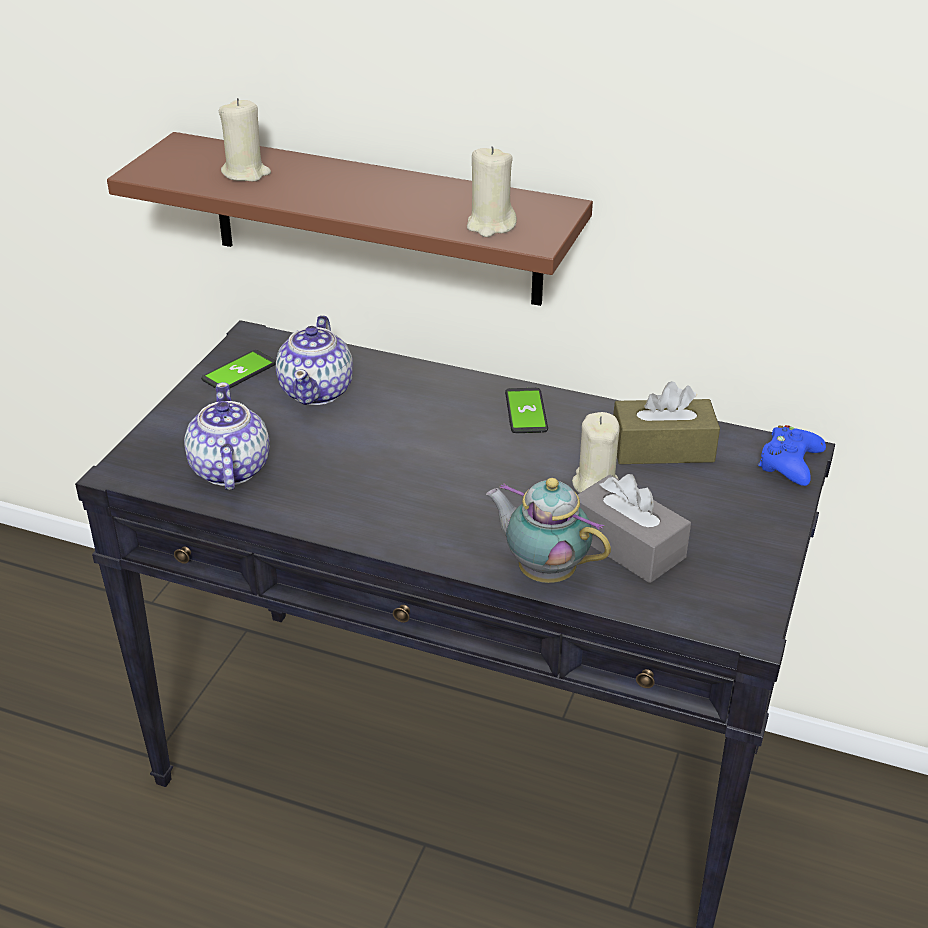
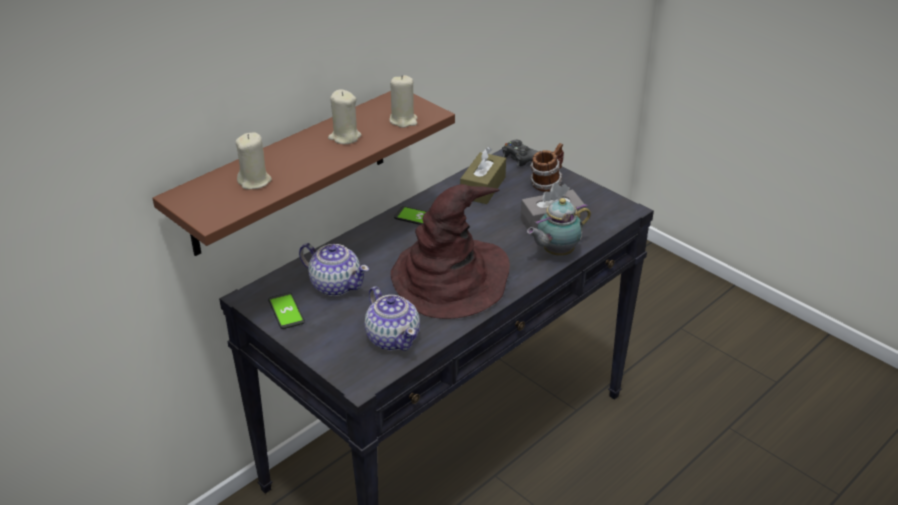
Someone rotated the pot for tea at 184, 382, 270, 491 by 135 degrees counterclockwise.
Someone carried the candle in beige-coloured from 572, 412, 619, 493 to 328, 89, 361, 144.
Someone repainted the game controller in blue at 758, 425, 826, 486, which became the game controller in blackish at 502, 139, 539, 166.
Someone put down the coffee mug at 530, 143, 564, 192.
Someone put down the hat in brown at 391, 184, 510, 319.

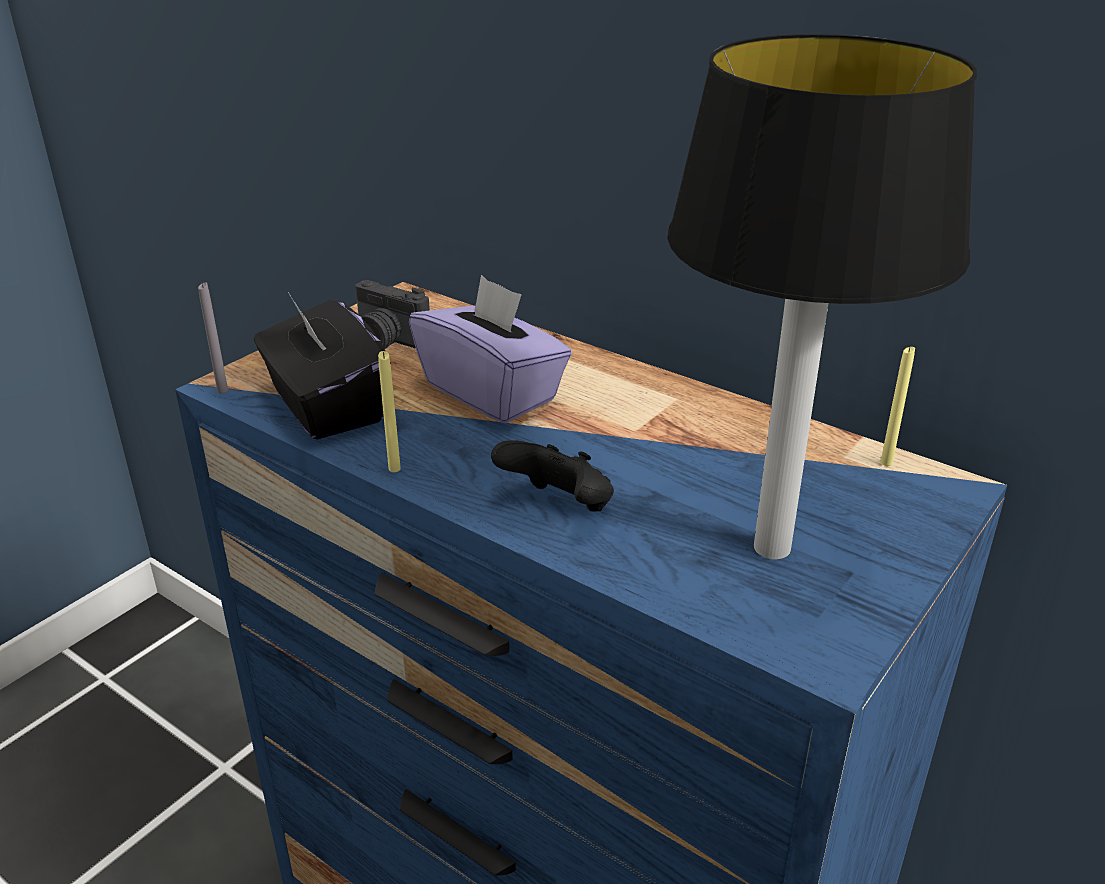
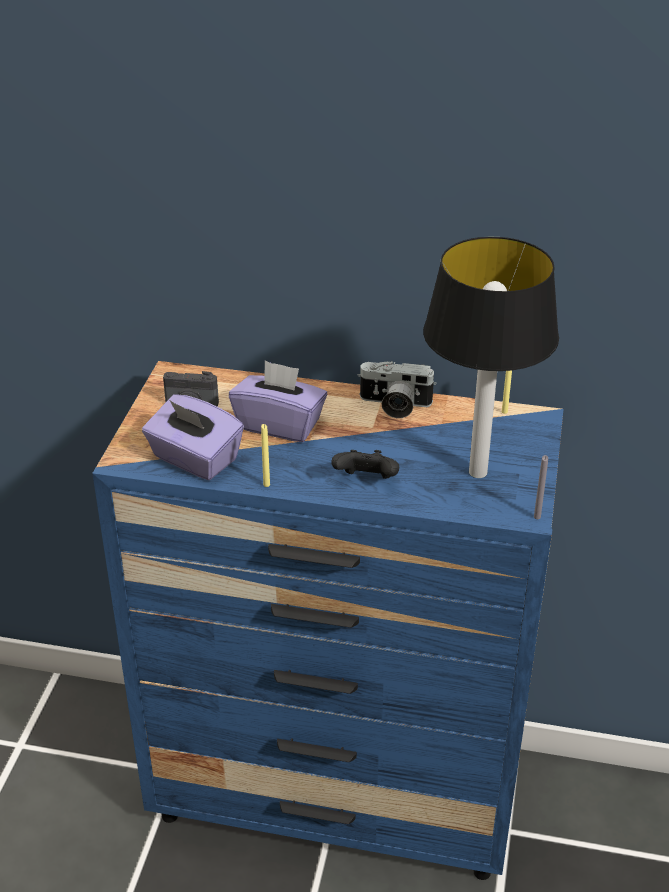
Someone carried the candle in gray from 198, 283, 228, 393 to 534, 455, 548, 519.
Someone repainted the tissue box in blackish at 254, 292, 391, 440, which became the tissue box in purplish at 142, 394, 244, 480.
Someone put down the photo camera at 358, 361, 436, 418.

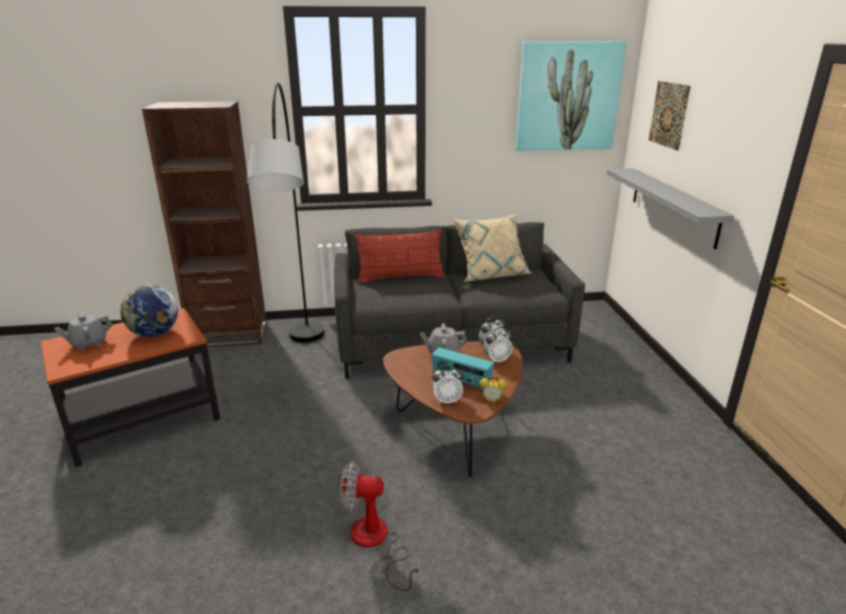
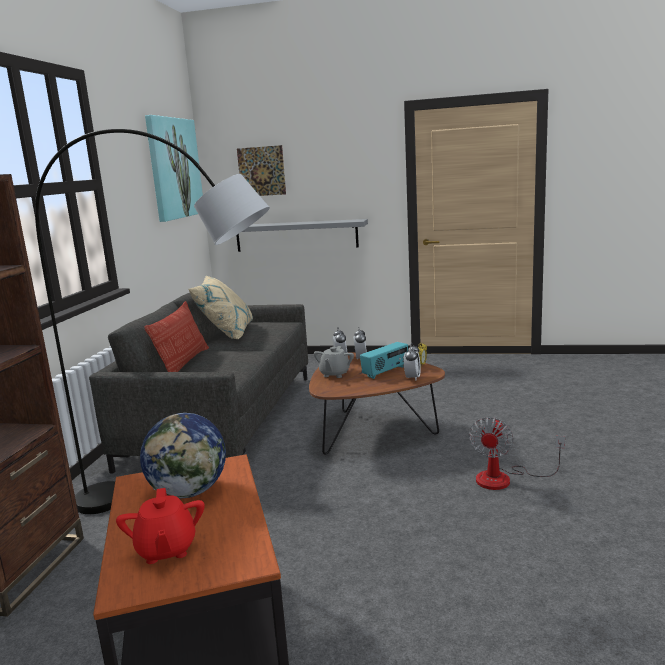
Someone repainted the pot for tea in gray at 54, 313, 113, 350, which became the pot for tea in red-coloured at 116, 488, 205, 564.

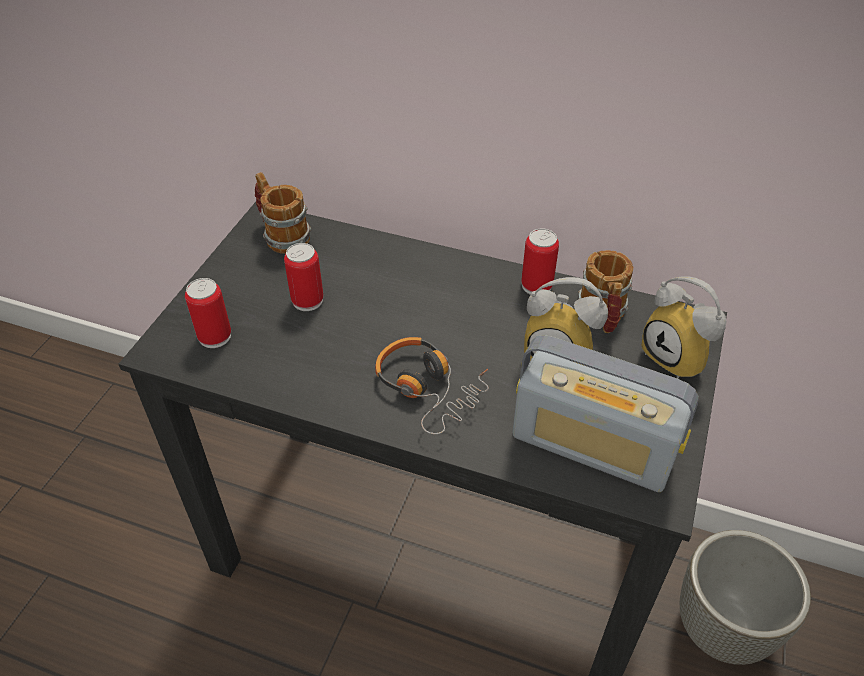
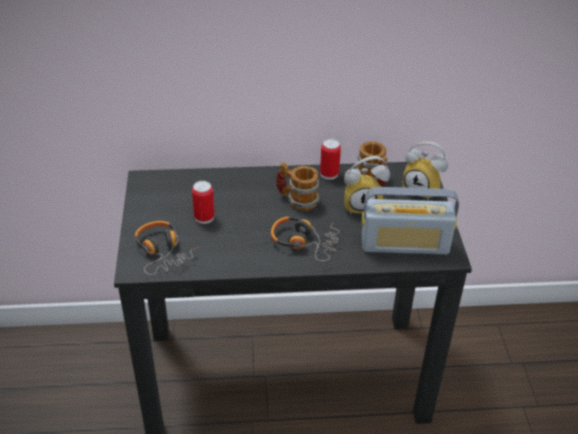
Someone carried the coffee mug from 255, 172, 311, 254 to 276, 162, 319, 211.
Someone swapped the sealed can at 185, 278, 231, 348 for the headset at 135, 221, 198, 275.
Someone took away the flower pot in gray at 680, 530, 811, 665.

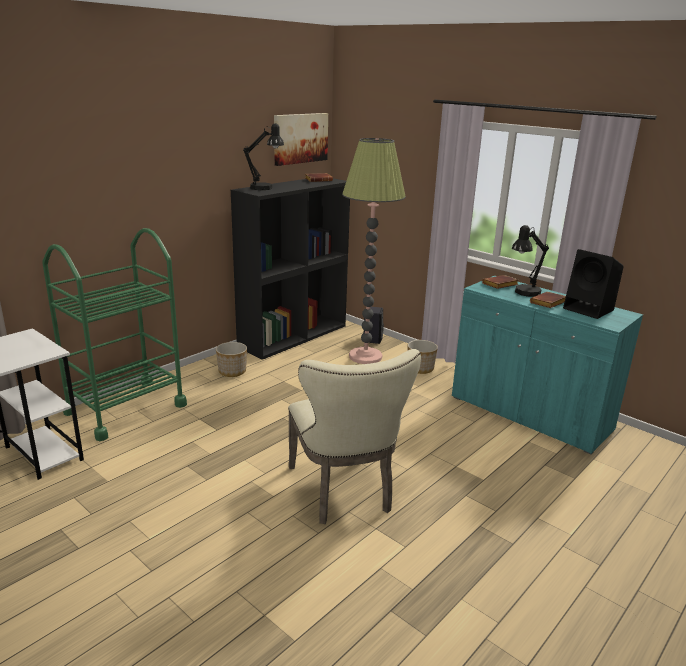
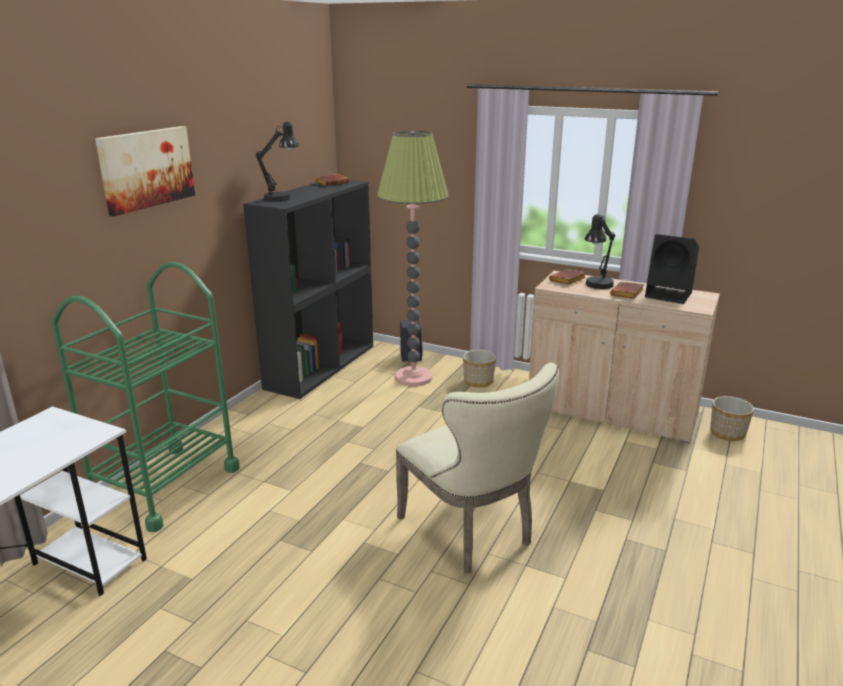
Someone carried the picture from 274, 113, 328, 166 to 95, 126, 195, 216.
Someone repainted the storage cabinet in turquoise-coloured at 452, 276, 643, 455, which became the storage cabinet in beige-coloured at 529, 271, 720, 444.
Someone carried the flower pot from 216, 342, 247, 377 to 710, 396, 754, 441.

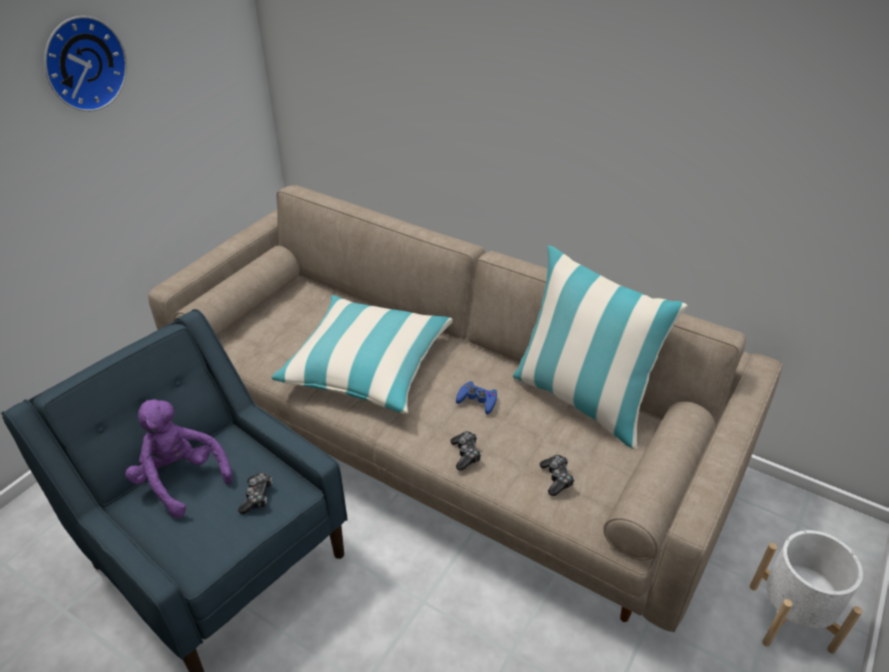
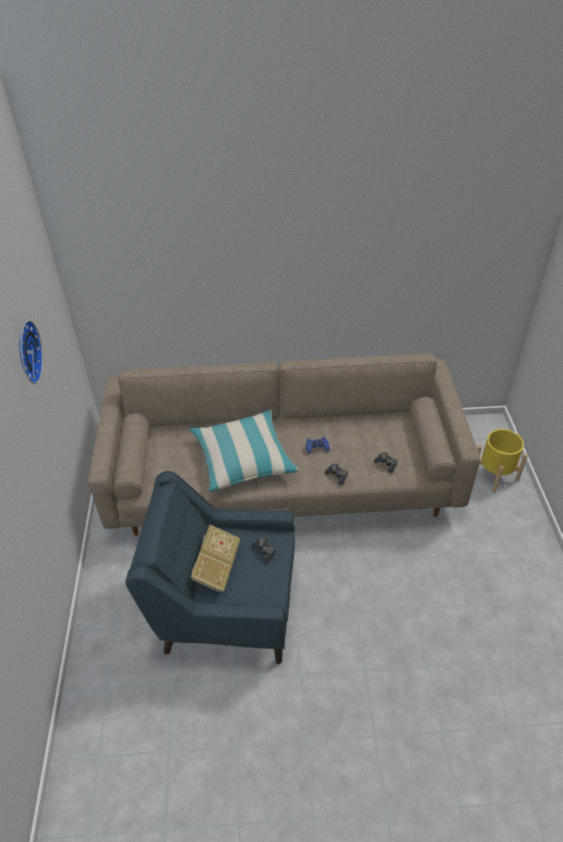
Someone took away the throw pillow at 513, 246, 688, 449.
Someone swapped the cuddly toy in purplish at 125, 399, 233, 518 for the volume at 191, 525, 241, 592.
Someone repainted the flower pot in whitish at 750, 530, 863, 654, which became the flower pot in yellow at 477, 429, 528, 493.

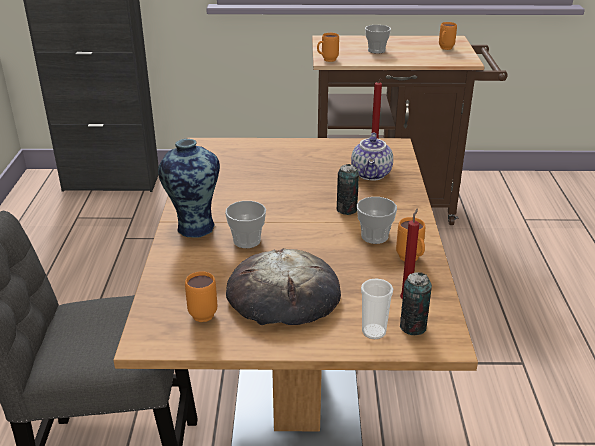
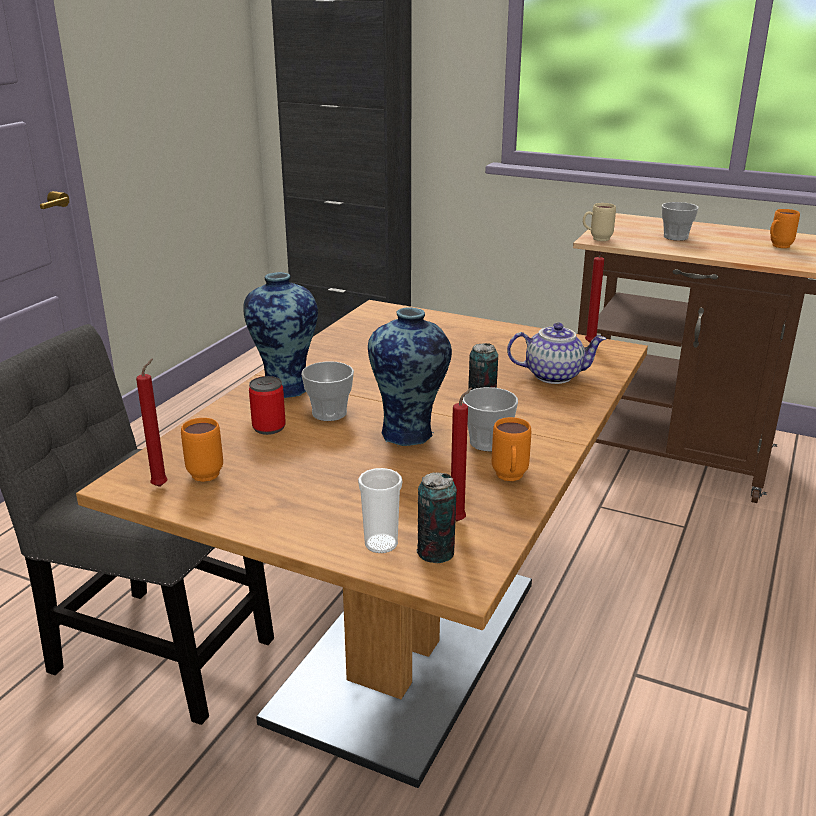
Someone repainted the coffee mug in orange-coloured at 317, 33, 339, 62, which became the coffee mug in beige-coloured at 583, 203, 616, 241.
Someone rotated the pot for tea at 351, 133, 393, 180 by 120 degrees counterclockwise.
Someone took away the baked bread at 226, 248, 341, 325.
Someone put down the decorative vase at 368, 307, 452, 446.
Someone put down the candle in red-coloured at 136, 359, 167, 487.
Someone put down the sealed can at 249, 376, 286, 435.

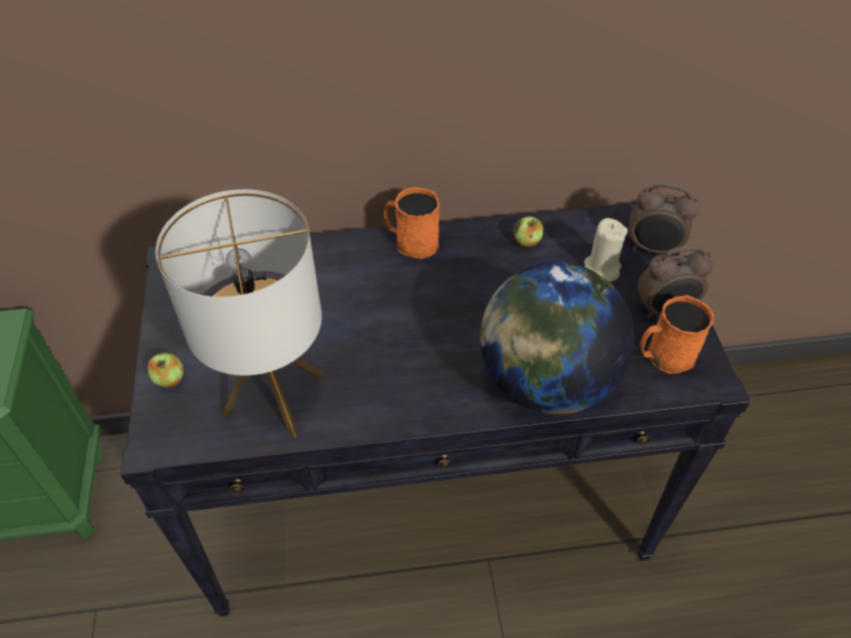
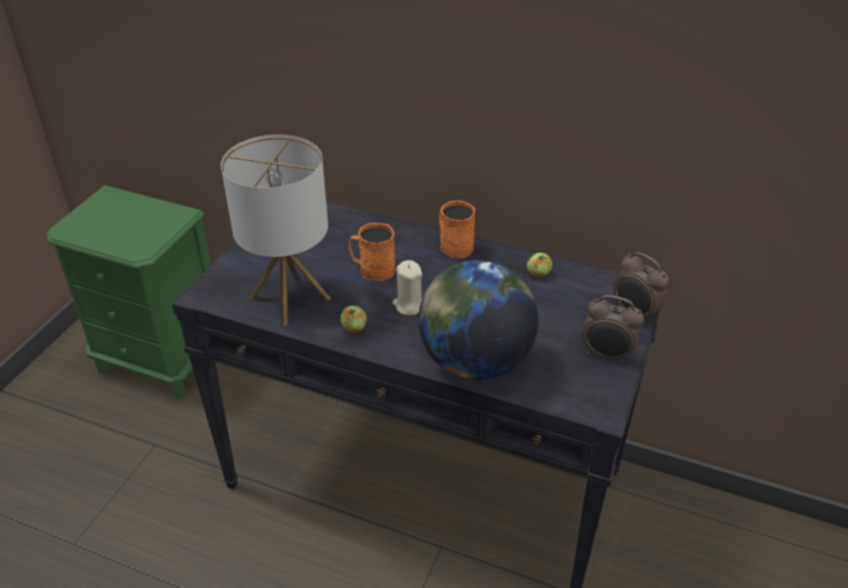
Someone carried the candle in beige-coloured from 584, 218, 628, 282 to 392, 260, 422, 316.
Someone carried the coffee mug in orange-coloured from 640, 295, 714, 374 to 349, 223, 395, 281.
Someone carried the whole apple from 147, 352, 184, 388 to 340, 305, 367, 334.

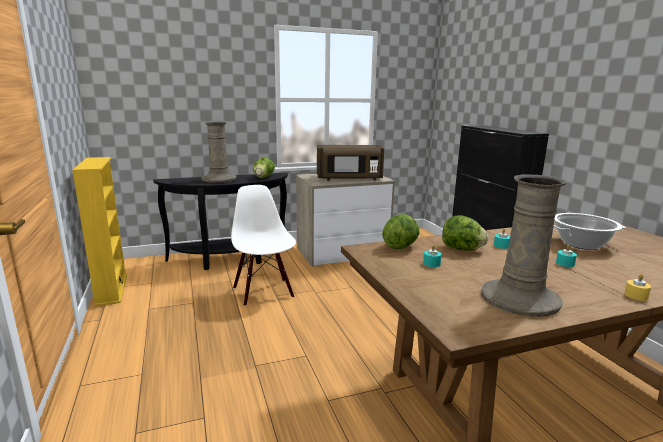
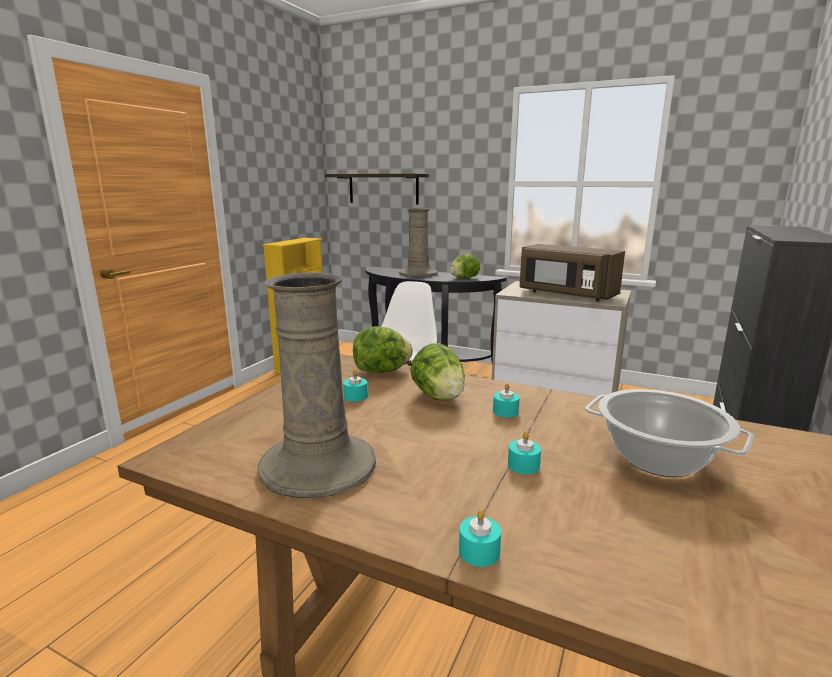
Someone repainted the candle in yellow at 624, 274, 651, 301, which became the candle in turquoise-coloured at 459, 510, 501, 567.
Someone put up the wall shelf at 325, 174, 429, 204.

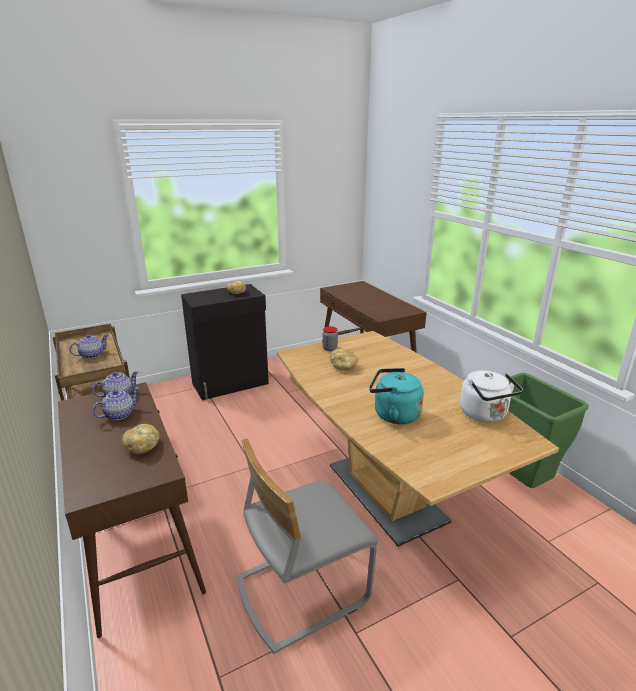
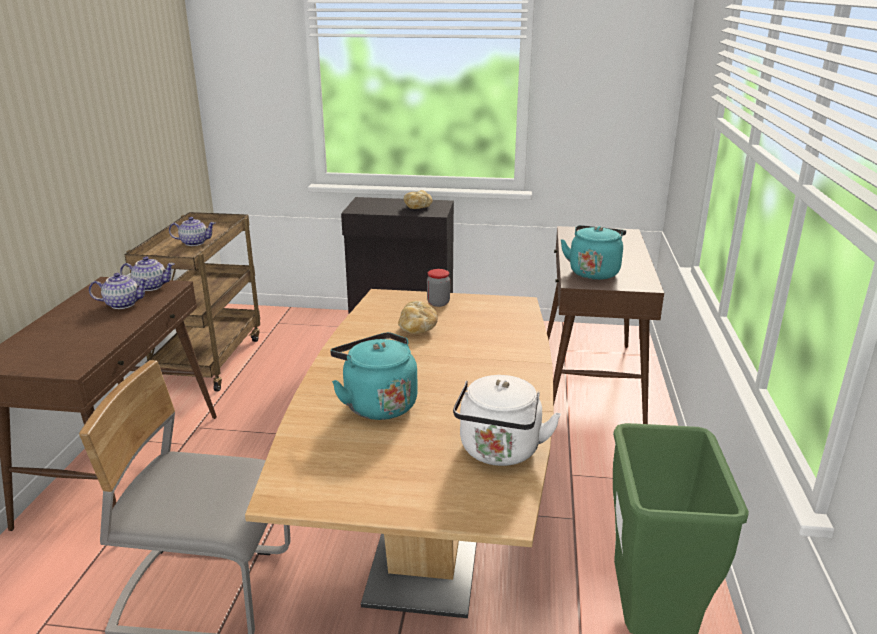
Someone took away the baked bread at 122, 424, 160, 454.
Someone put down the water kettle in turquoise-coloured at 561, 225, 626, 280.

